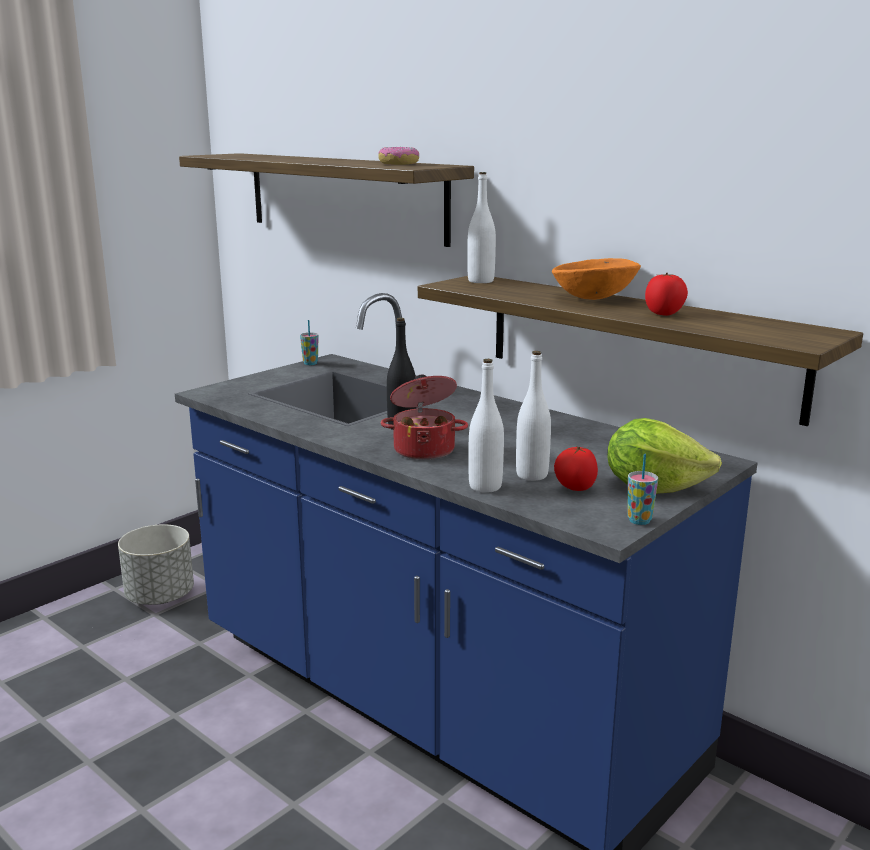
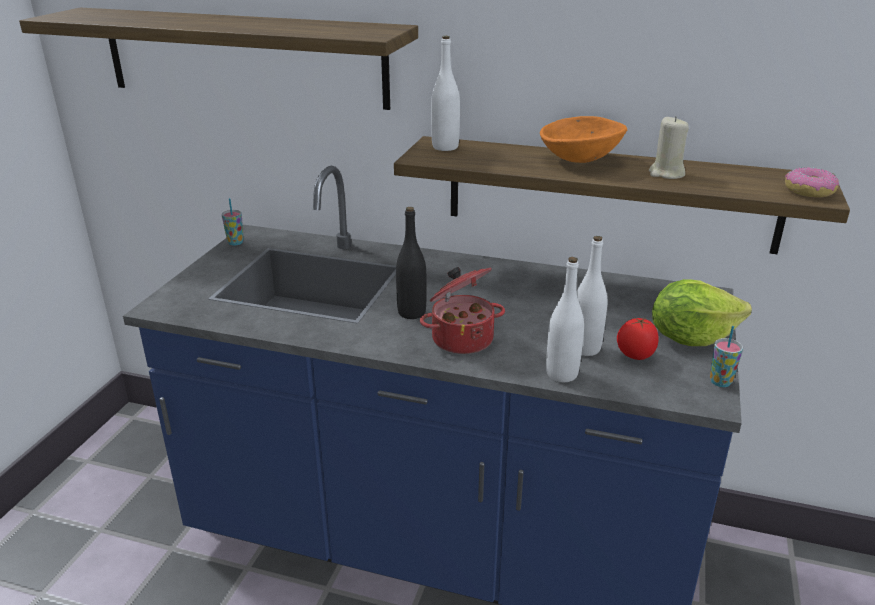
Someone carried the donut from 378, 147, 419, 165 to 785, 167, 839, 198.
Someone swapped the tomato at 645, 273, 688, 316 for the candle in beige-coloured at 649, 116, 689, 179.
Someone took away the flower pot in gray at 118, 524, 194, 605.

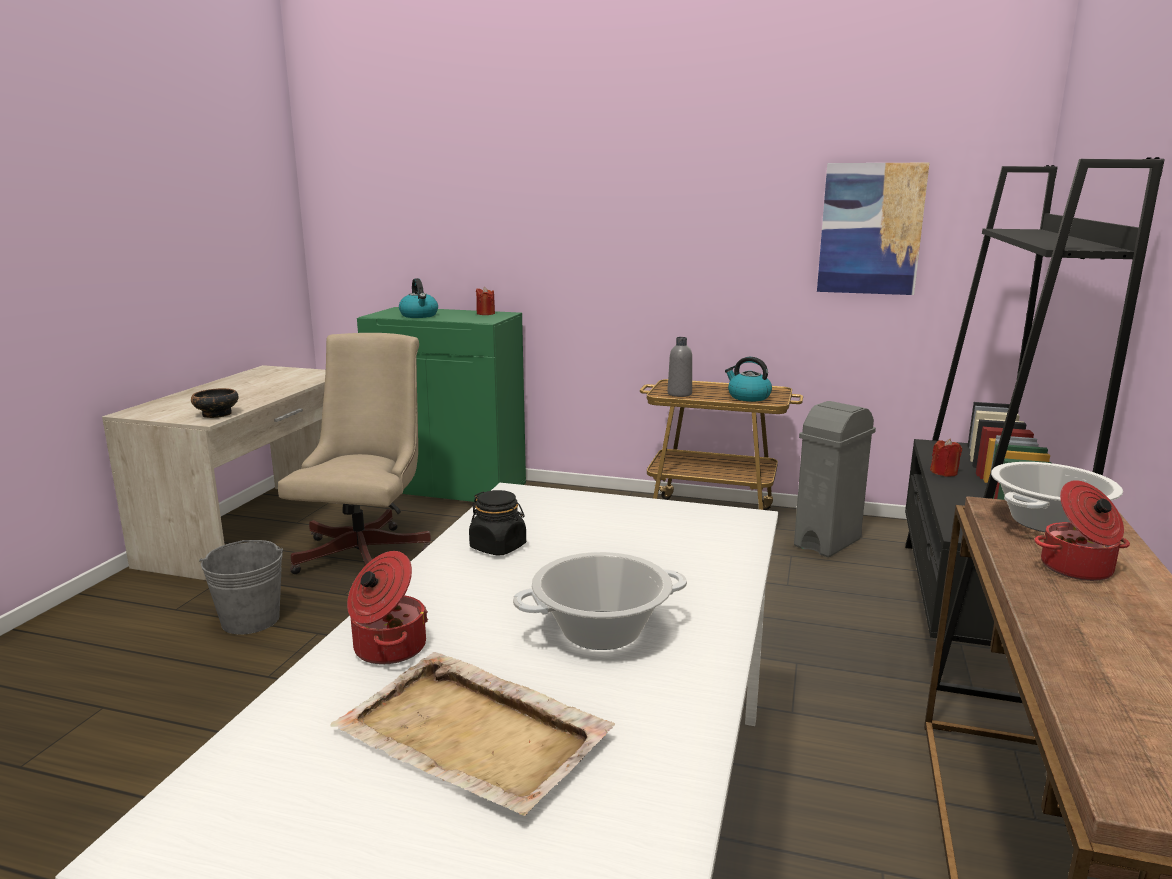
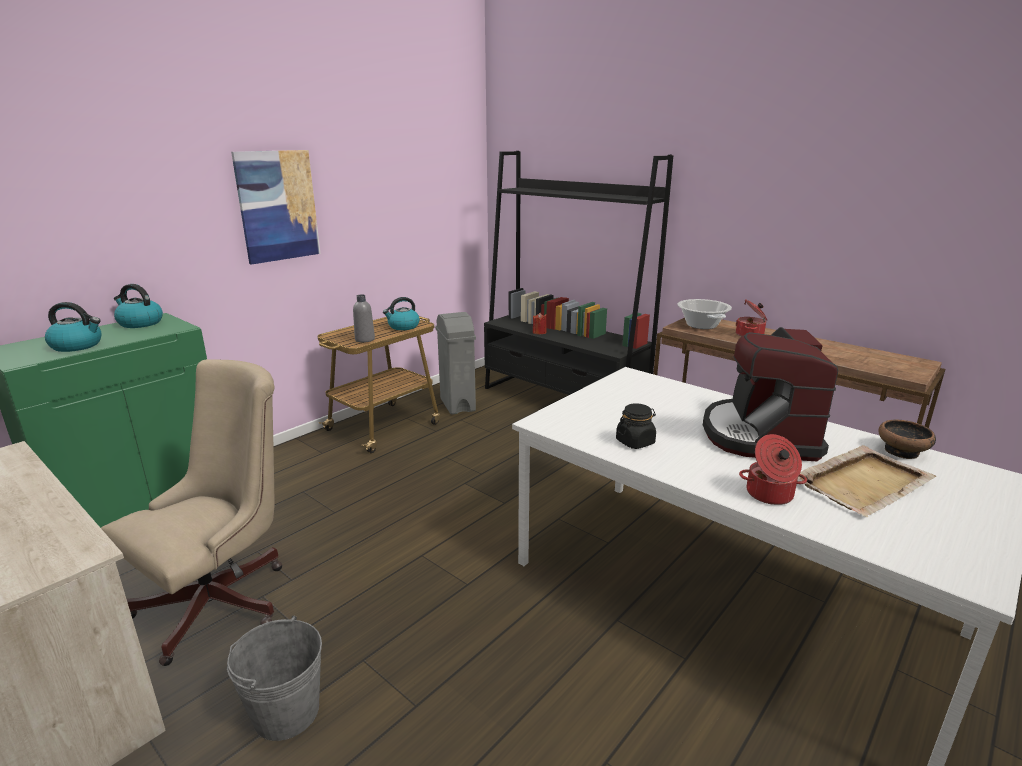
Someone carried the picture from 817, 163, 929, 295 to 231, 150, 320, 265.
Someone swapped the candle in red-coloured at 476, 287, 495, 315 for the water kettle at 114, 284, 163, 328.
Someone rotated the computer chair in beige-coloured at 278, 333, 431, 574 by 90 degrees clockwise.
Someone carried the deep dish from 191, 388, 239, 418 to 878, 420, 936, 459.
Someone swapped the stockpot at 513, 552, 687, 650 for the coffee maker at 703, 327, 838, 461.

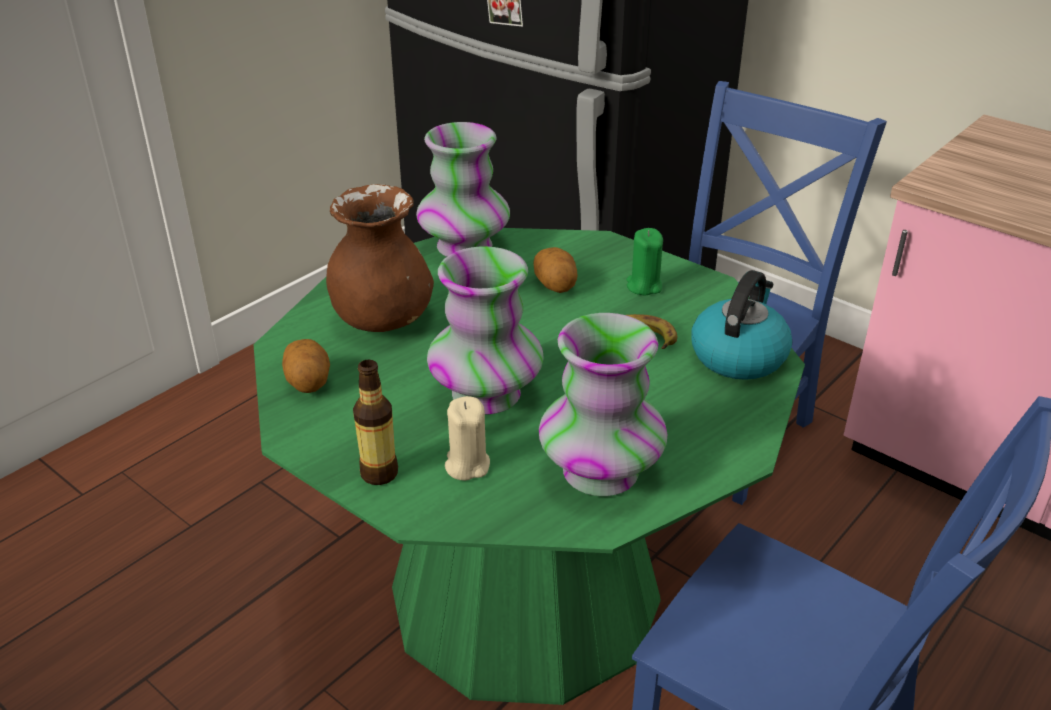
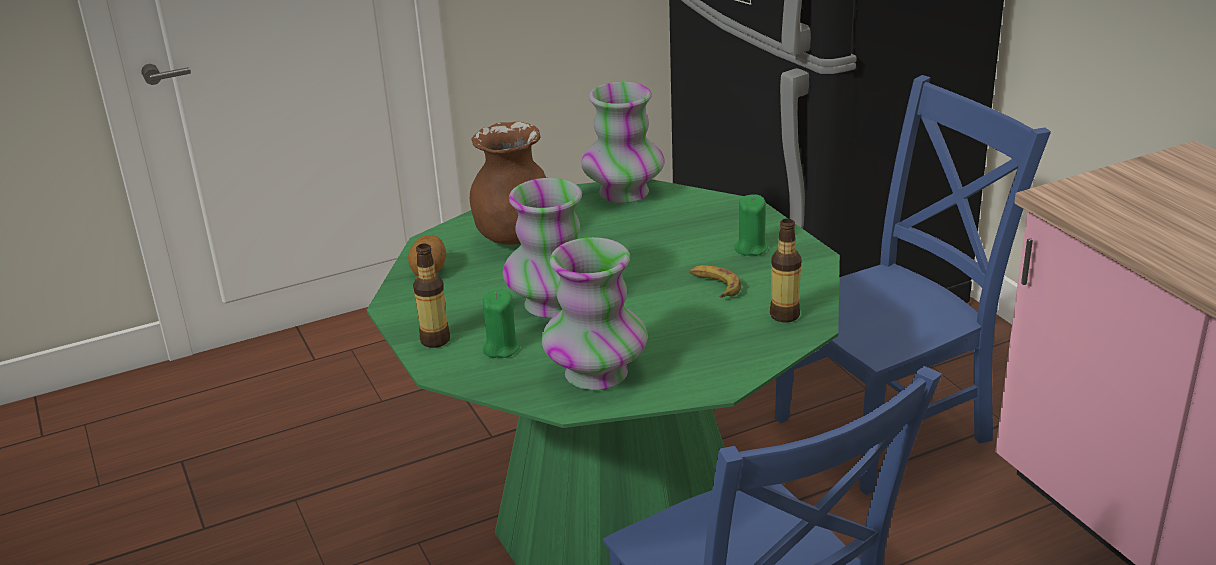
Someone took away the spud at 533, 247, 578, 293.
Someone swapped the water kettle at 691, 270, 792, 380 for the drink bottle at 770, 219, 801, 323.
Someone repainted the candle in beige-coloured at 445, 396, 490, 481, which became the candle in greenish at 483, 290, 520, 358.

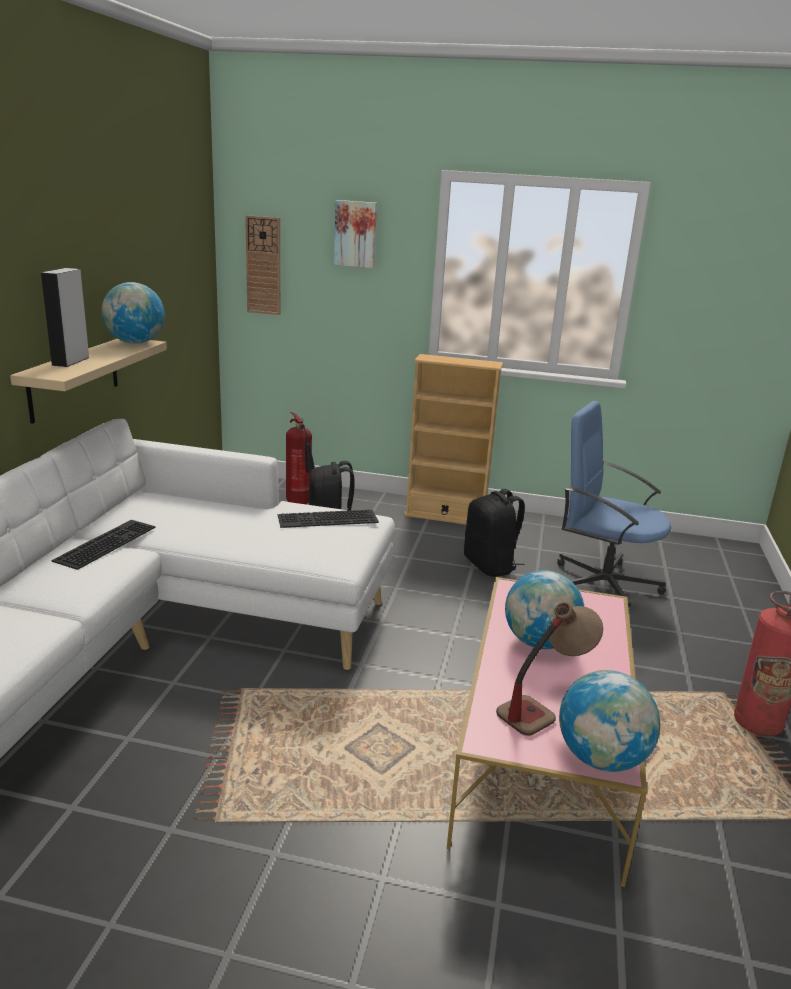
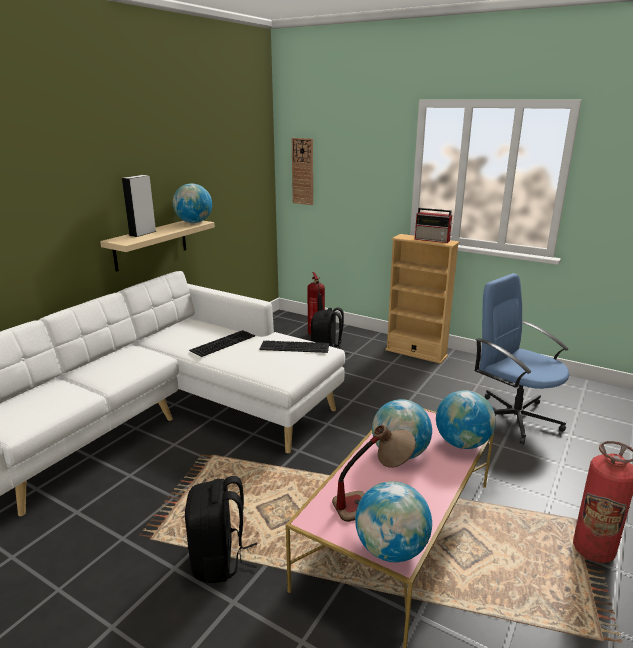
Someone took away the picture at 334, 200, 377, 268.
Someone carried the backpack in blackish from 464, 489, 525, 577 to 185, 476, 257, 583.
Someone carried the keyboard from 52, 520, 156, 570 to 189, 330, 255, 357.
Someone put down the radio at 415, 208, 453, 243.
Someone put down the globe at 436, 390, 496, 449.

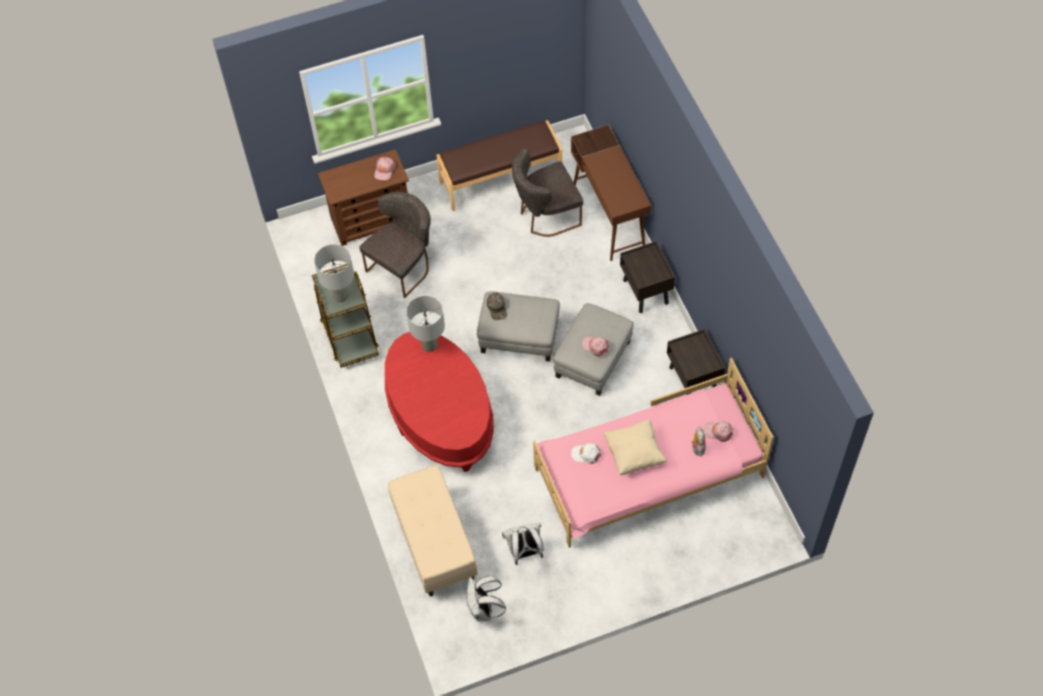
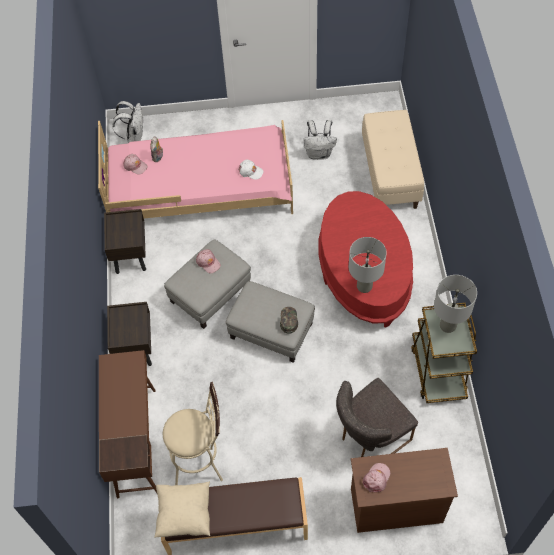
Someone swapped the plain chair in gray at 512, 148, 583, 237 for the stool in beige-coloured at 163, 382, 223, 485.
Someone carried the throw pillow in beige-coloured from 603, 419, 667, 475 to 155, 481, 210, 537.
Someone carried the backpack in whitish from 467, 576, 506, 622 to 112, 101, 144, 142.

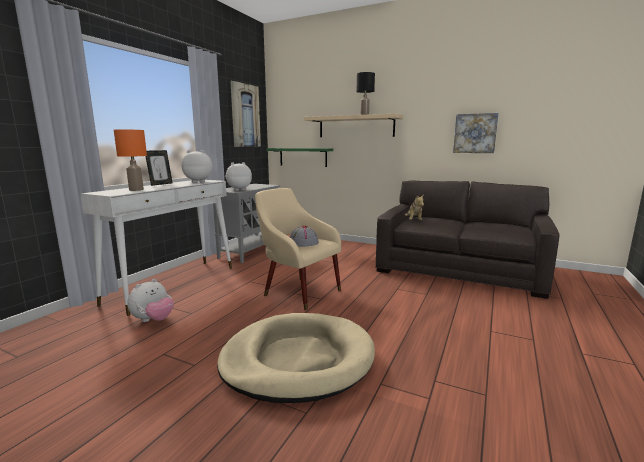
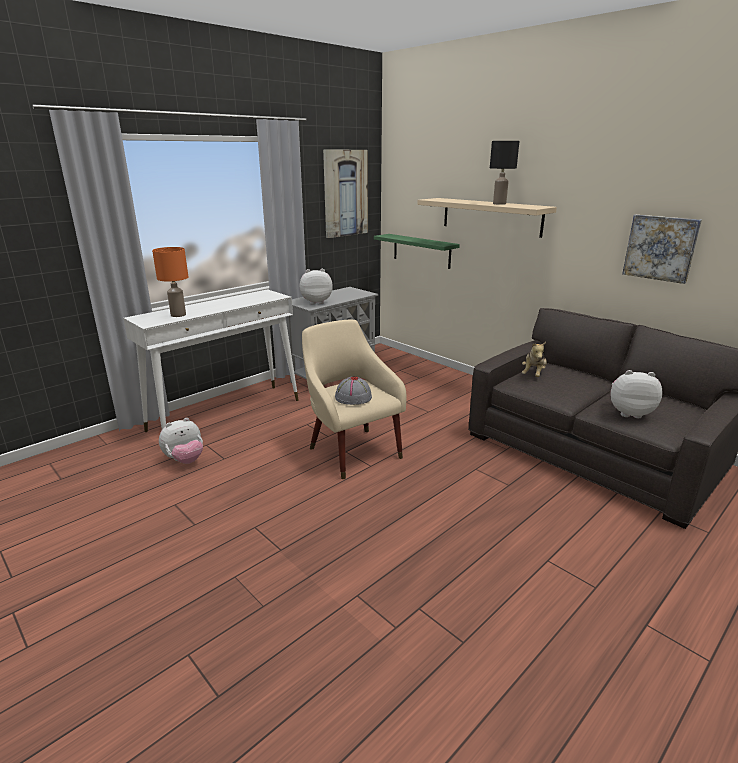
Someone took away the standing frame at 145, 150, 173, 186.
Someone carried the cuddly toy from 181, 150, 212, 183 to 610, 370, 663, 418.
Someone took away the pet bed in beige-coloured at 217, 313, 375, 403.

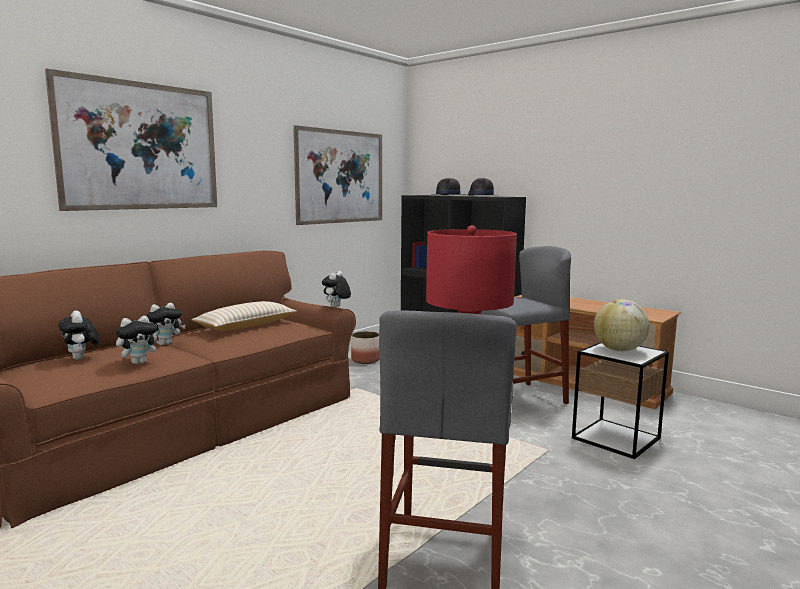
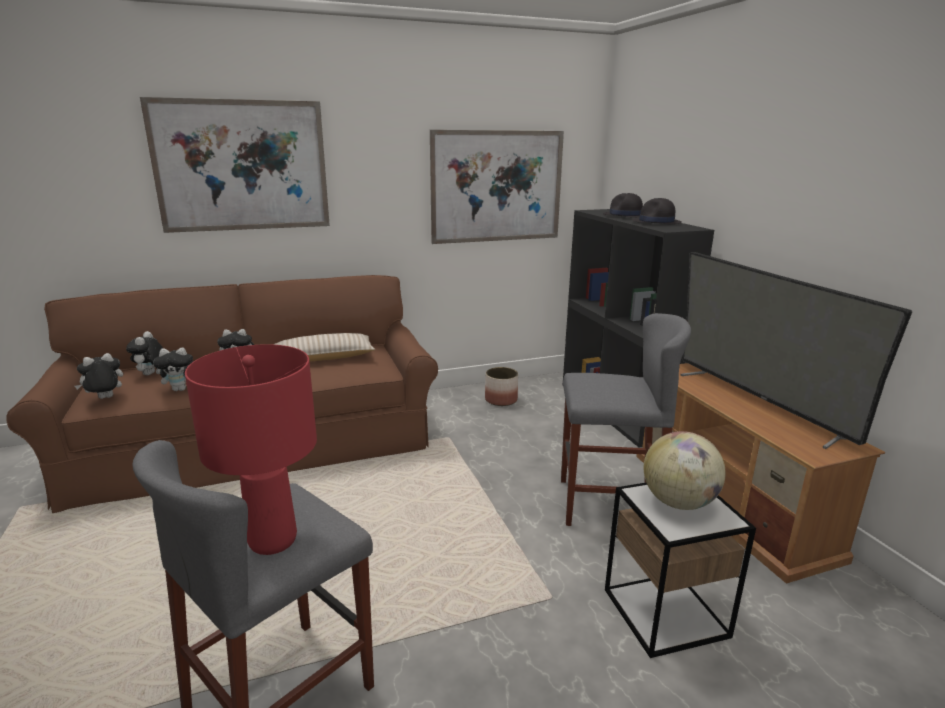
Someone carried the cuddly toy from 322, 271, 351, 308 to 75, 353, 123, 399.
Someone put down the TV set at 681, 252, 912, 449.

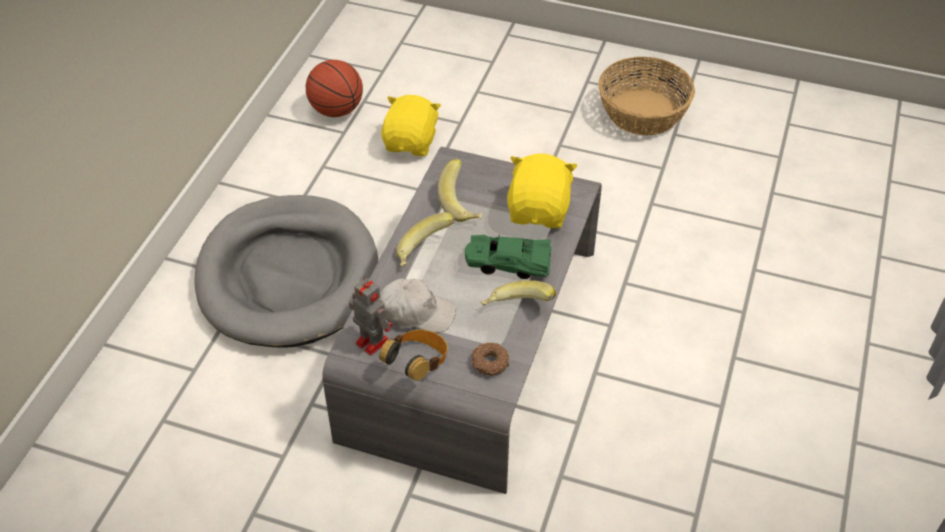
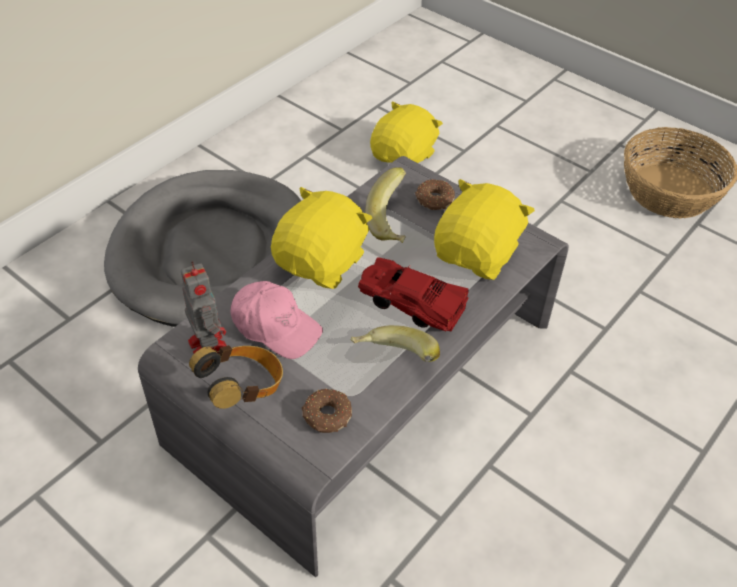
Someone took away the basketball at 306, 60, 363, 117.
Someone swapped the banana fruit at 396, 212, 455, 267 for the cuddly toy in yellow at 271, 187, 373, 289.
Someone repainted the model car in greenish at 465, 234, 551, 279, which became the model car in red-coloured at 358, 257, 469, 331.
Someone repainted the peaked cap in whitish at 379, 279, 456, 333, which became the peaked cap in pinkish at 230, 281, 323, 359.
Someone put down the donut at 415, 179, 455, 210.

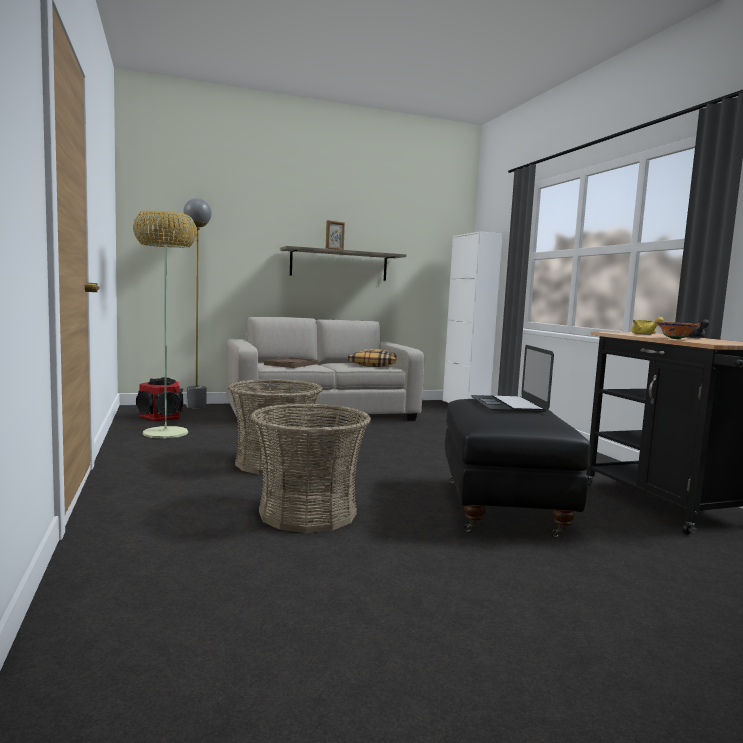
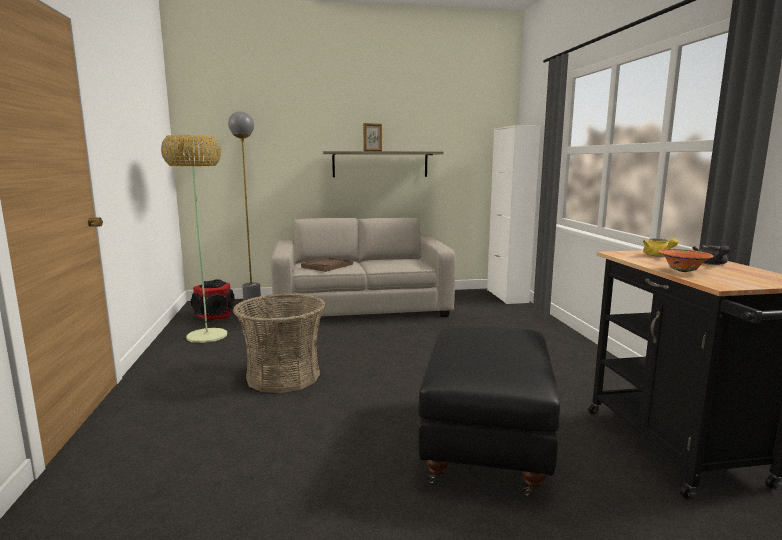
Someone took away the laptop at 471, 345, 554, 412.
Someone took away the throw pillow at 348, 349, 397, 367.
Someone took away the household basket at 250, 403, 371, 533.

